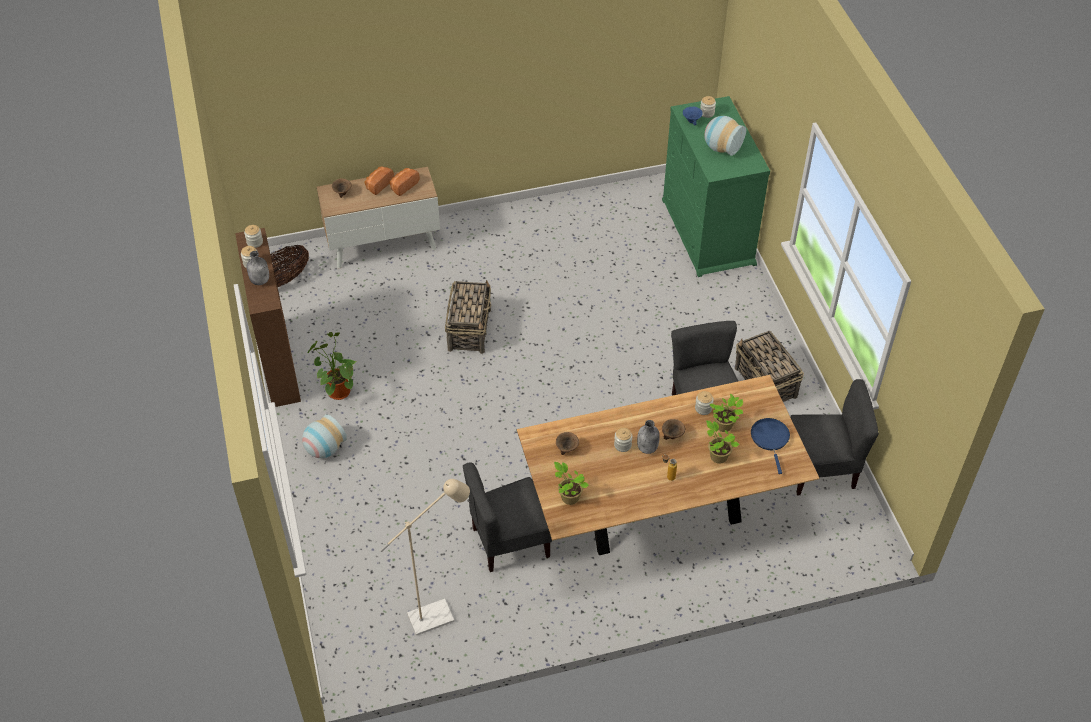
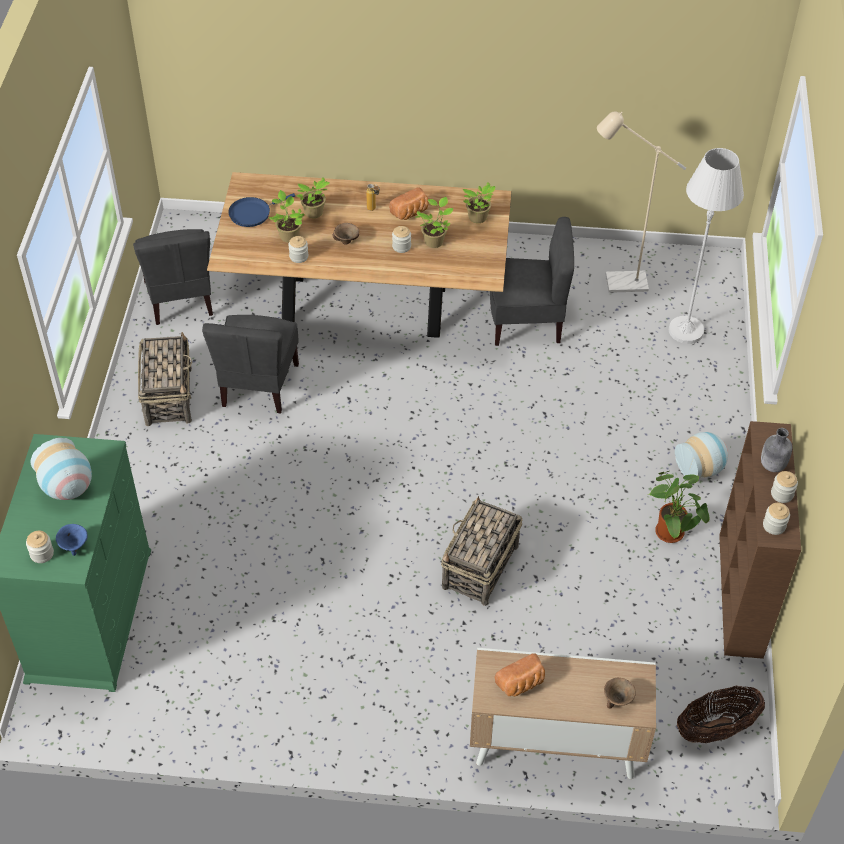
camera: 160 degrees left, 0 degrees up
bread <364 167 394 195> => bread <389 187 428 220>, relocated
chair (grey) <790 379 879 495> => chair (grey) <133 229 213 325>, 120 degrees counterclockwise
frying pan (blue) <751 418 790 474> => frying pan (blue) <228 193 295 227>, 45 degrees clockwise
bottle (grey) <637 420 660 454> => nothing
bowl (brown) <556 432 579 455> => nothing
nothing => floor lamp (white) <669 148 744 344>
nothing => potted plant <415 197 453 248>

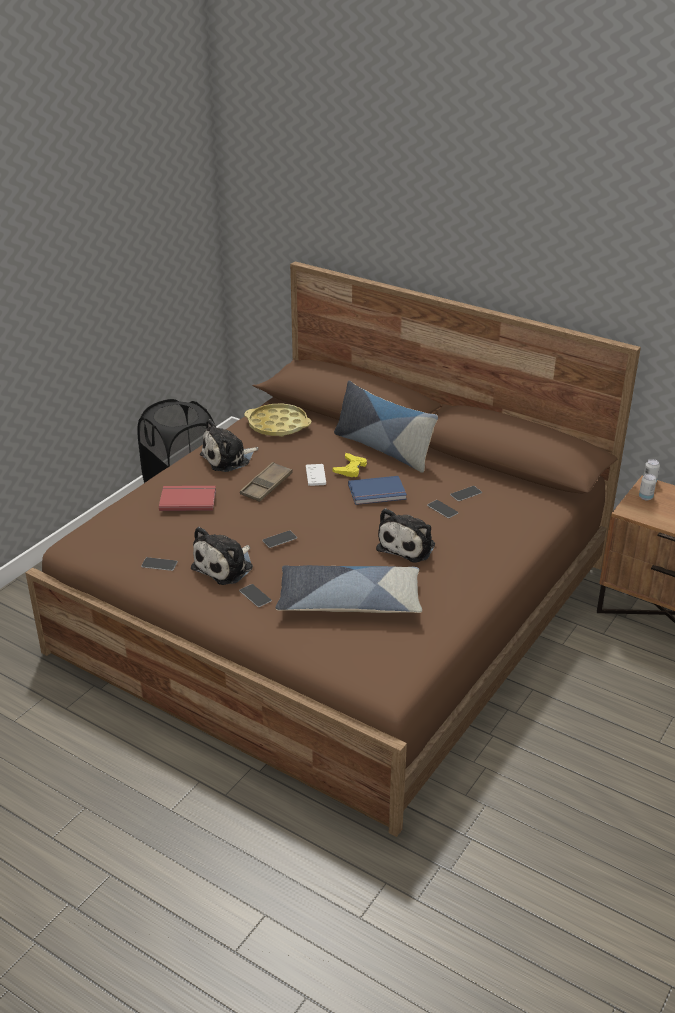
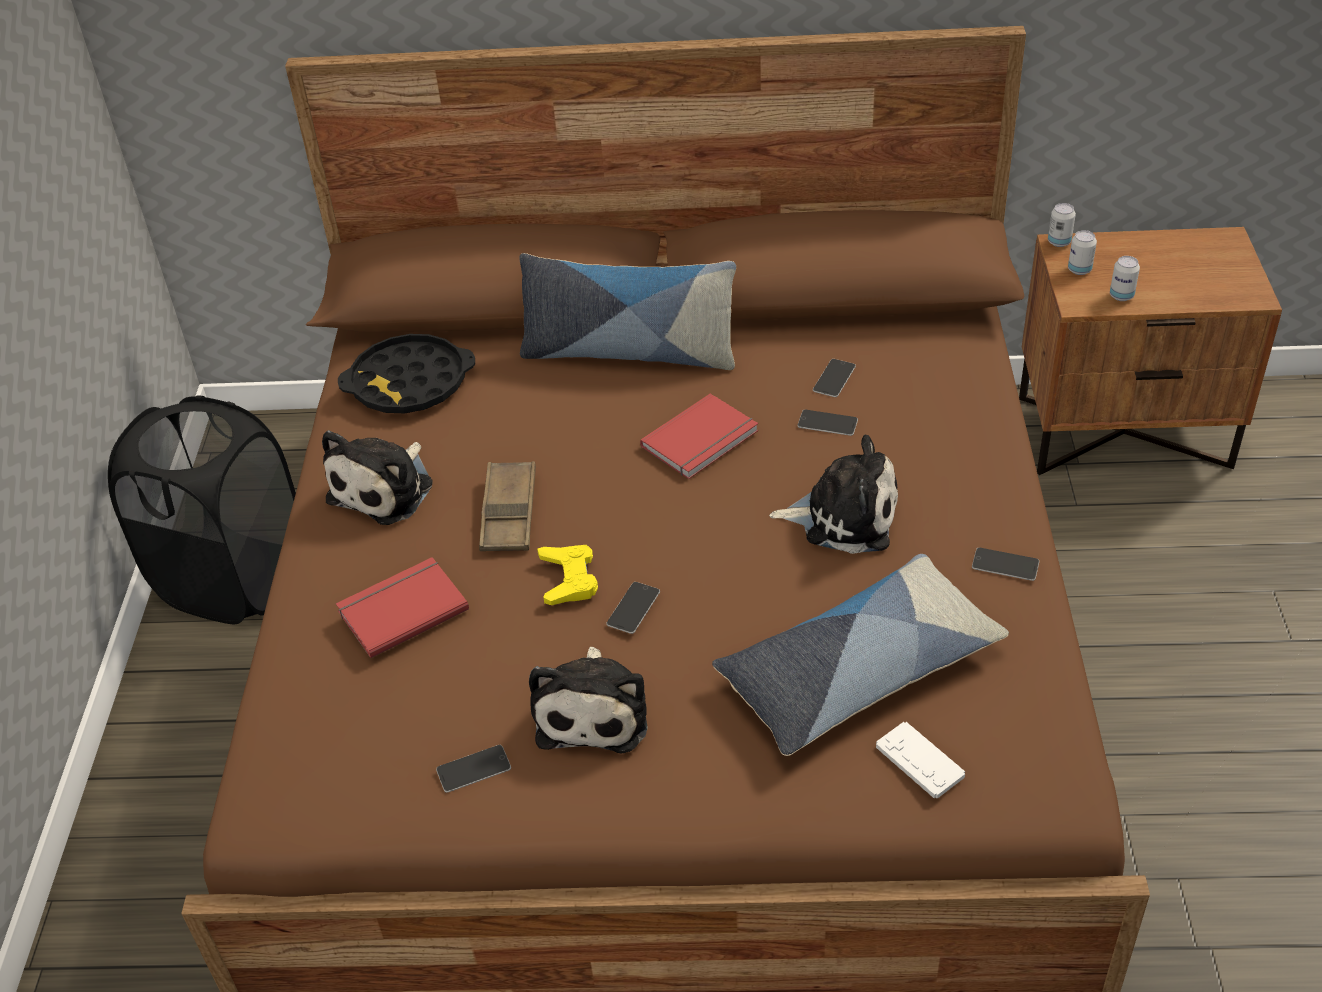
camera: 30 degrees left, 10 degrees up
tray (yellow) <244 404 312 437> => tray (black) <338 334 475 413>
game controller (yellow) <333 453 367 477> => game controller (yellow) <537 545 598 605>, relocated
game controller (white) <306 464 326 486> => game controller (white) <876 722 965 799>, relocated
book (blue) <348 476 407 505> => book (red) <640 393 758 479>
plush toy <376 508 435 563> => plush toy <769 434 898 554>, 75 degrees counterclockwise
phone <239 584 272 607> => phone <972 548 1039 581>, relocated
nothing => can <1110 256 1140 301>

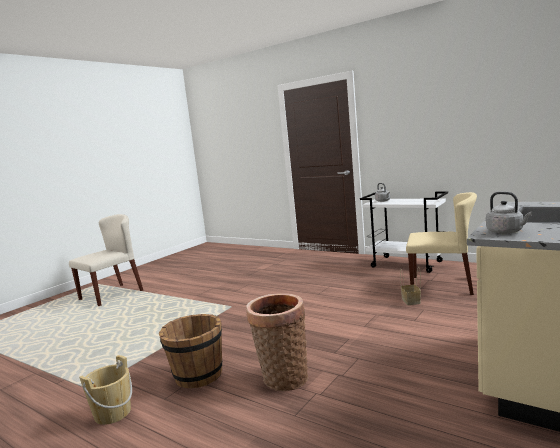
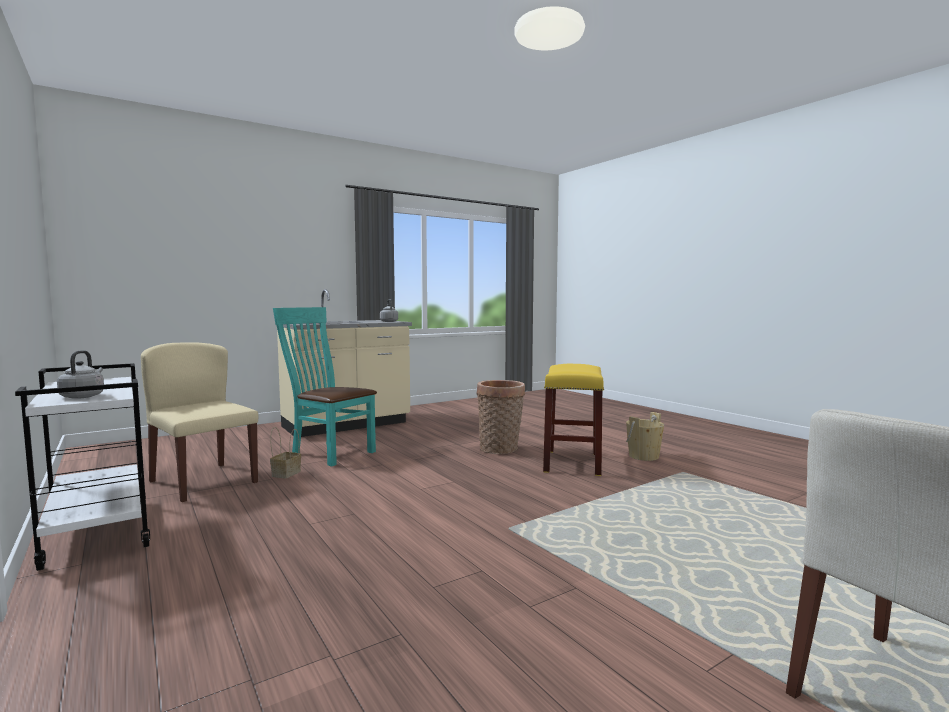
camera: 160 degrees left, 5 degrees down
bucket (brown) <159 314 222 388> => stool (yellow) <543 364 604 476>
nothing => chair (turquoise) <273 307 377 466>

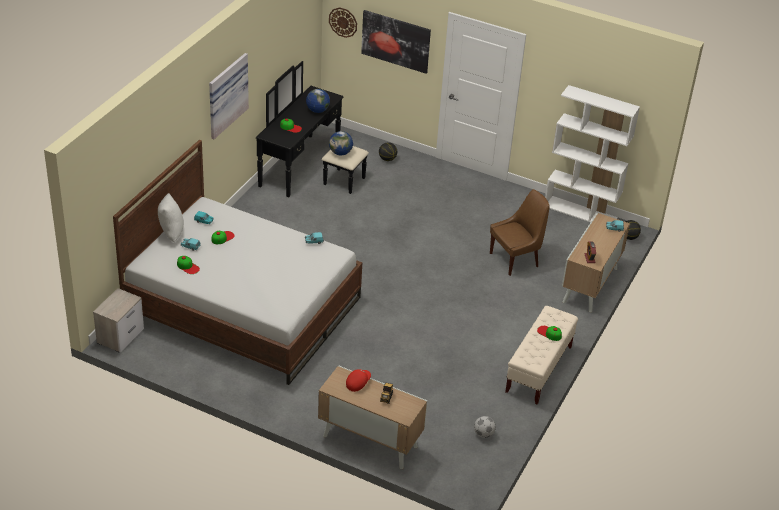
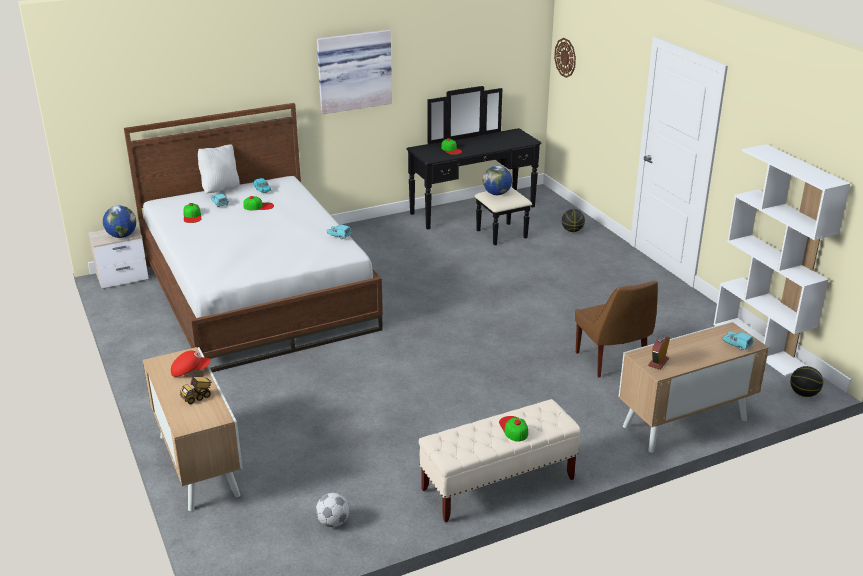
camera: 40 degrees right, 10 degrees down
picture <361 10 431 74> => nothing
globe <306 89 330 113> => globe <103 206 136 238>, relocated
chair (brown) <490 189 550 276> => chair (brown) <575 280 658 378>, 60 degrees clockwise

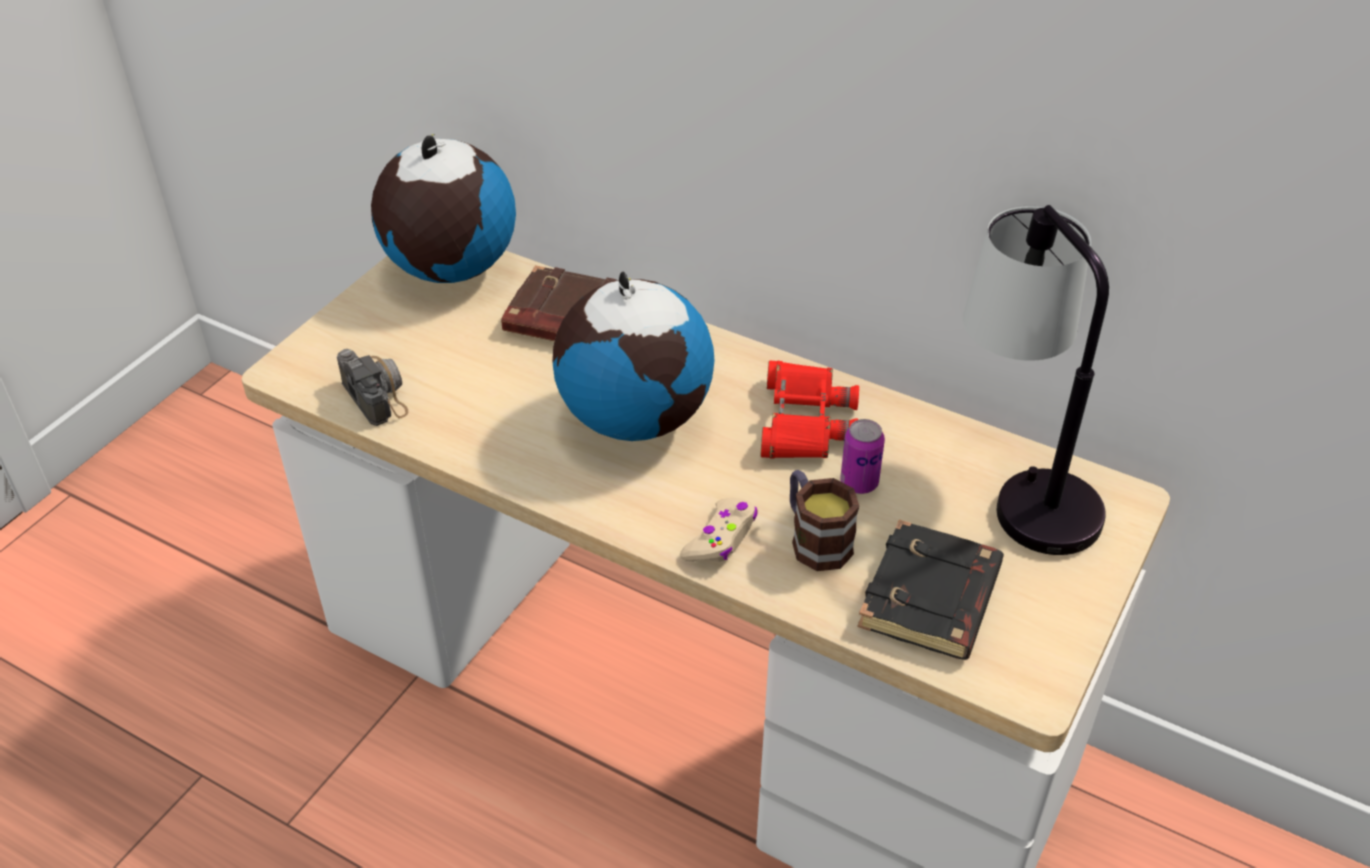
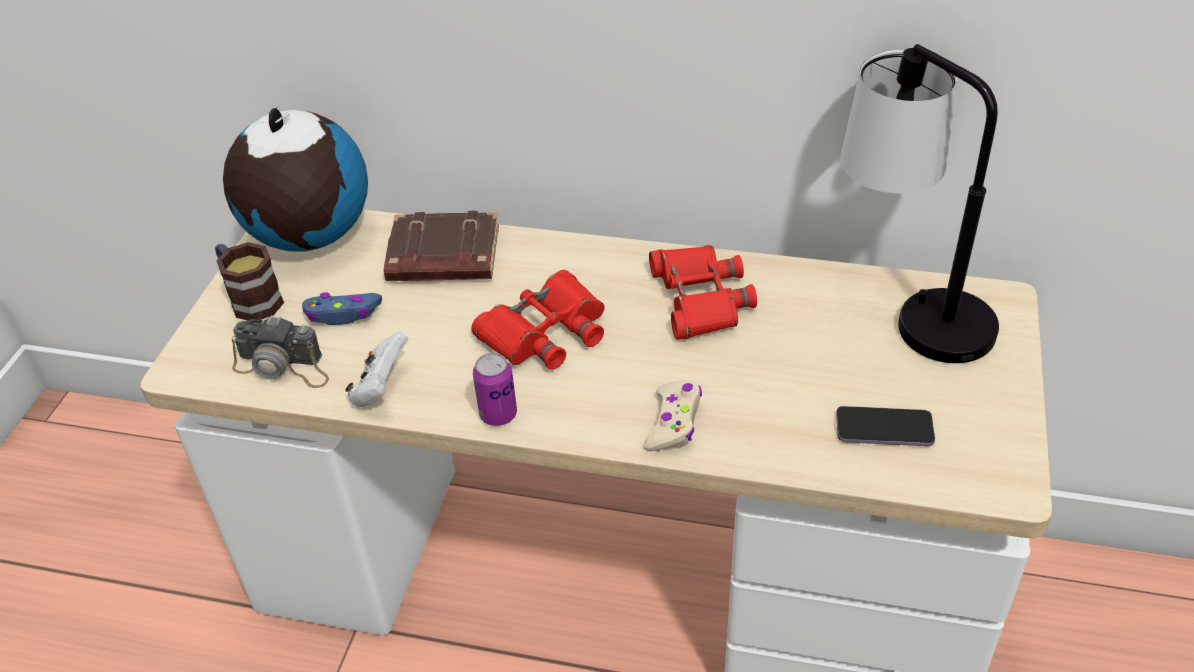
camera: 15 degrees left, 0 degrees up
globe <552 272 714 441> => binoculars (red) <471 270 605 370>
photo camera <337 349 408 426> => photo camera <232 316 329 388>, 150 degrees clockwise
can <840 419 885 494> => can <473 353 517 426>, relocated
mug <790 470 859 571> => mug <215 242 284 320>, relocated
book (black) <857 519 1004 660> => phone <836 406 935 446>
nothing => game controller (blue) <302 292 382 325>
nothing => game controller (white) <346 332 409 407>

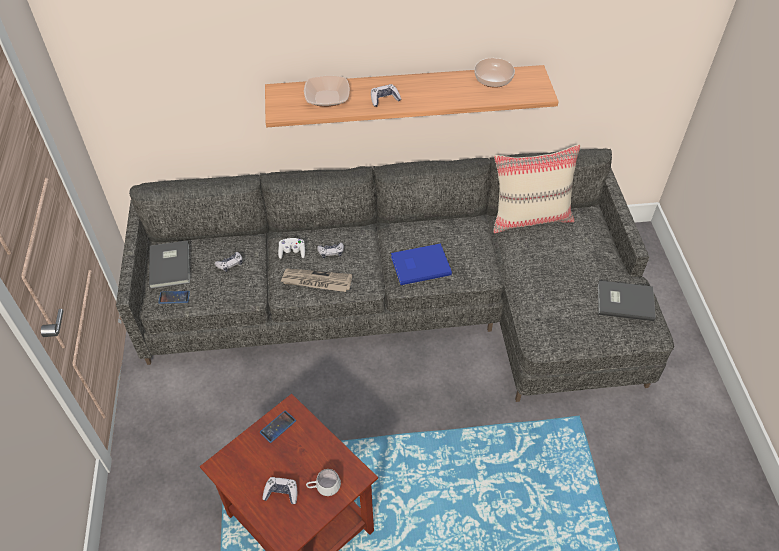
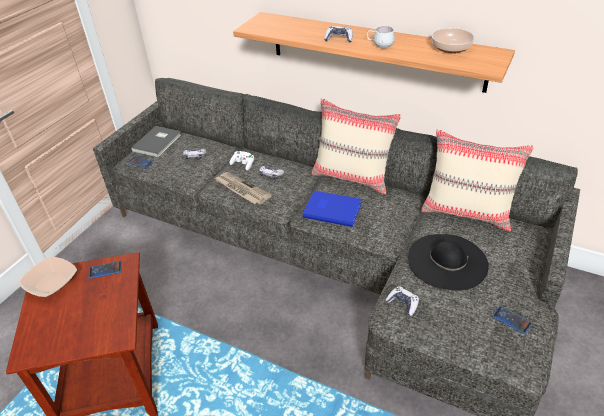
camera: 35 degrees right, 10 degrees down
bowl <304 76 350 107> => bowl <19 257 77 297>, relocated
book (grey) <598 280 656 321> => phone <492 306 532 334>
mug (white) <306 469 341 496> => mug (white) <367 26 395 48>, relocated
game controller <262 477 297 504> => game controller <385 286 419 316>, relocated
nothing => pillow (beige) <311 98 401 195>
nothing => hat (black) <408 234 489 291>

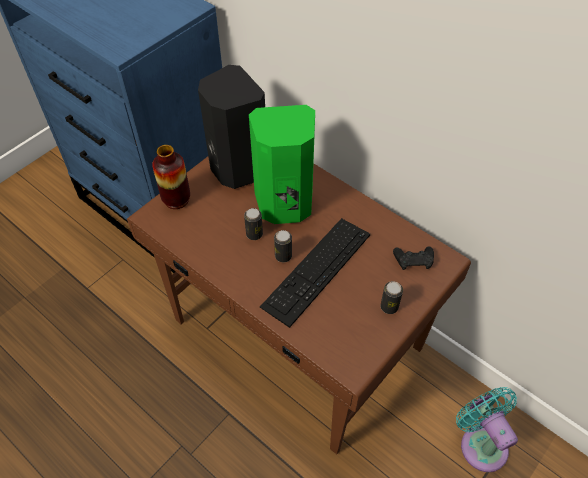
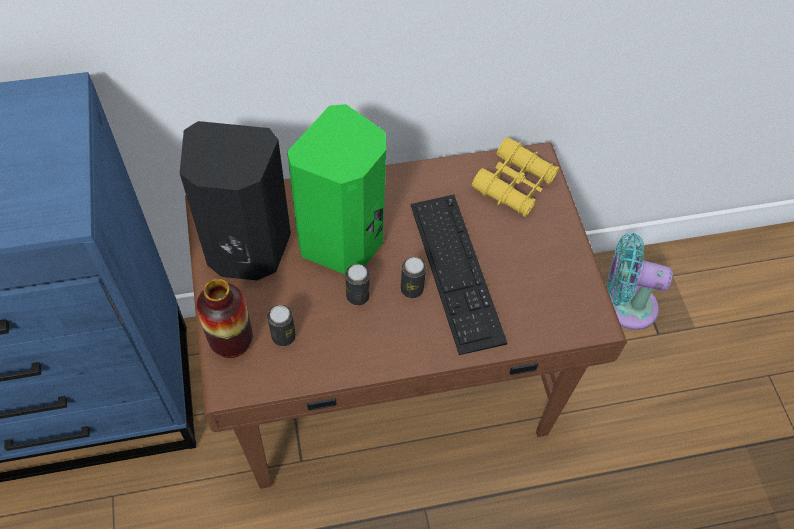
camera: 55 degrees left, 5 degrees up
game controller (black) <393 247 434 270> => binoculars (yellow) <472 137 559 217>
can <380 281 403 314> => can <267 305 296 346>, relocated

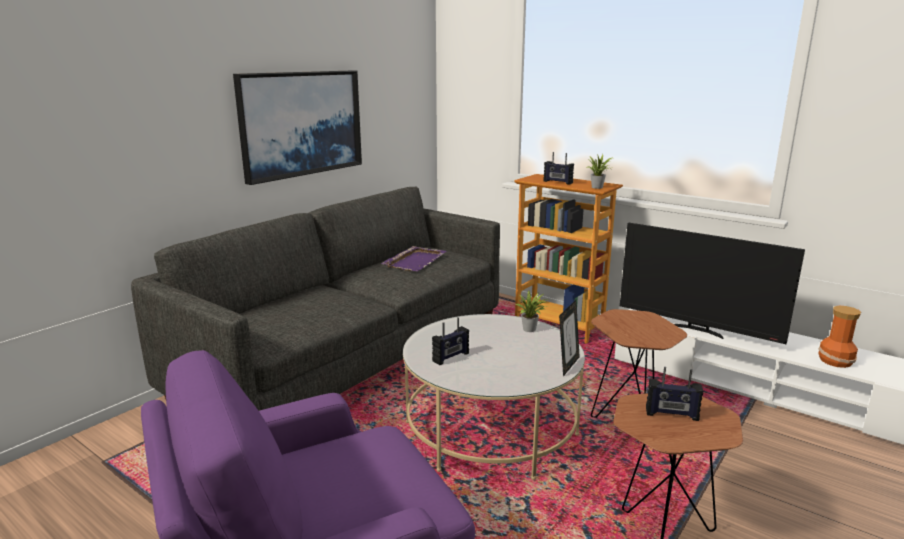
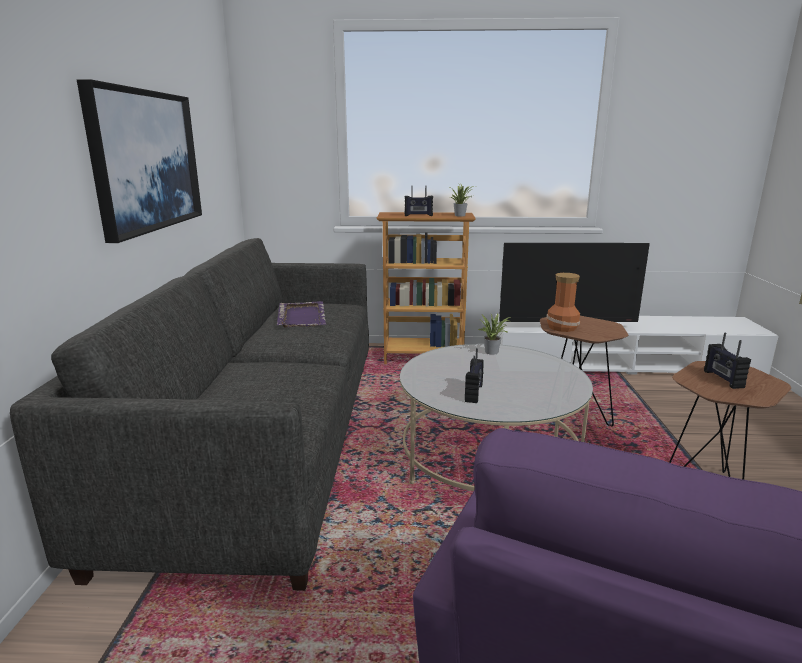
camera: 35 degrees left, 0 degrees up
picture frame <559 300 580 376> => nothing
vase <818 306 861 368> => vase <546 273 580 332>, relocated
radio <646 367 703 421> => radio <704 333 751 389>, 105 degrees clockwise

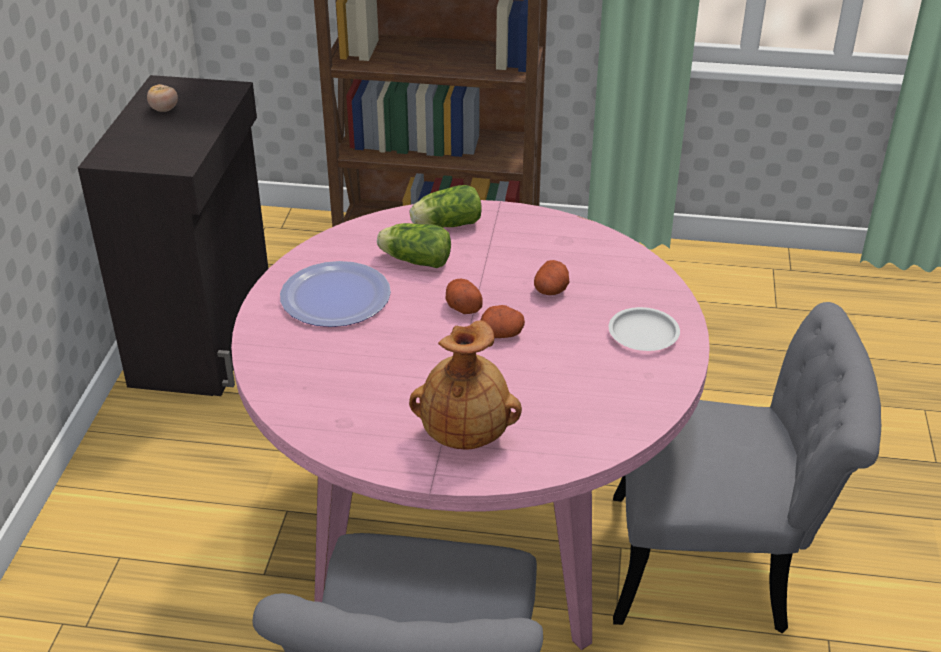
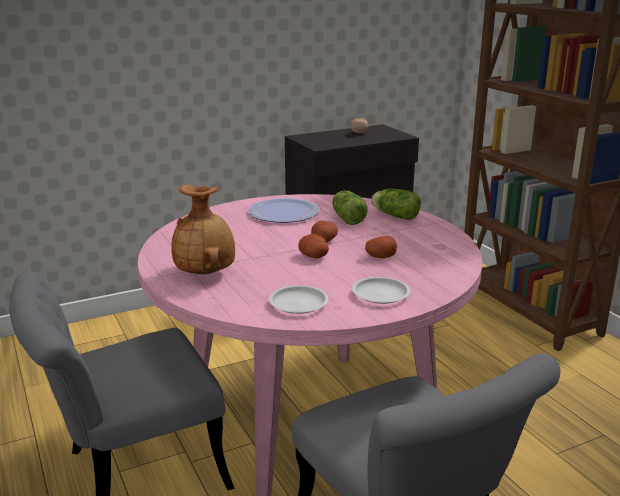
camera: 55 degrees right, 15 degrees down
nothing => plate (white) <269 285 328 314>

